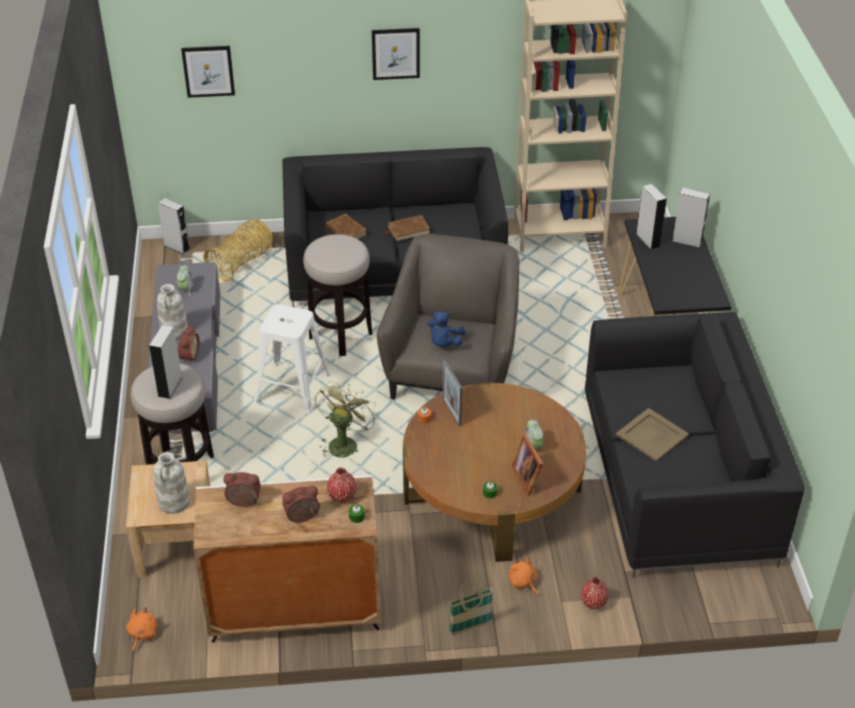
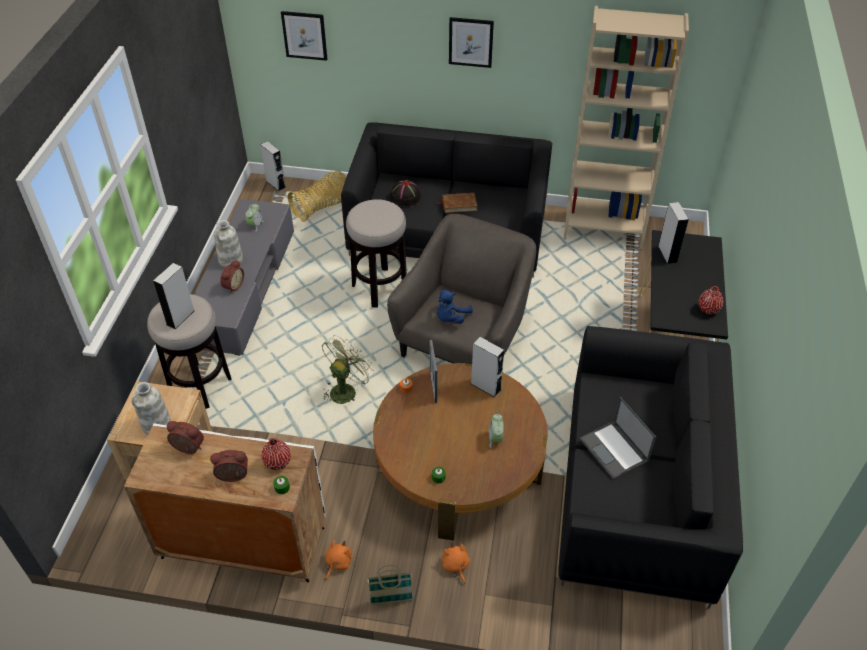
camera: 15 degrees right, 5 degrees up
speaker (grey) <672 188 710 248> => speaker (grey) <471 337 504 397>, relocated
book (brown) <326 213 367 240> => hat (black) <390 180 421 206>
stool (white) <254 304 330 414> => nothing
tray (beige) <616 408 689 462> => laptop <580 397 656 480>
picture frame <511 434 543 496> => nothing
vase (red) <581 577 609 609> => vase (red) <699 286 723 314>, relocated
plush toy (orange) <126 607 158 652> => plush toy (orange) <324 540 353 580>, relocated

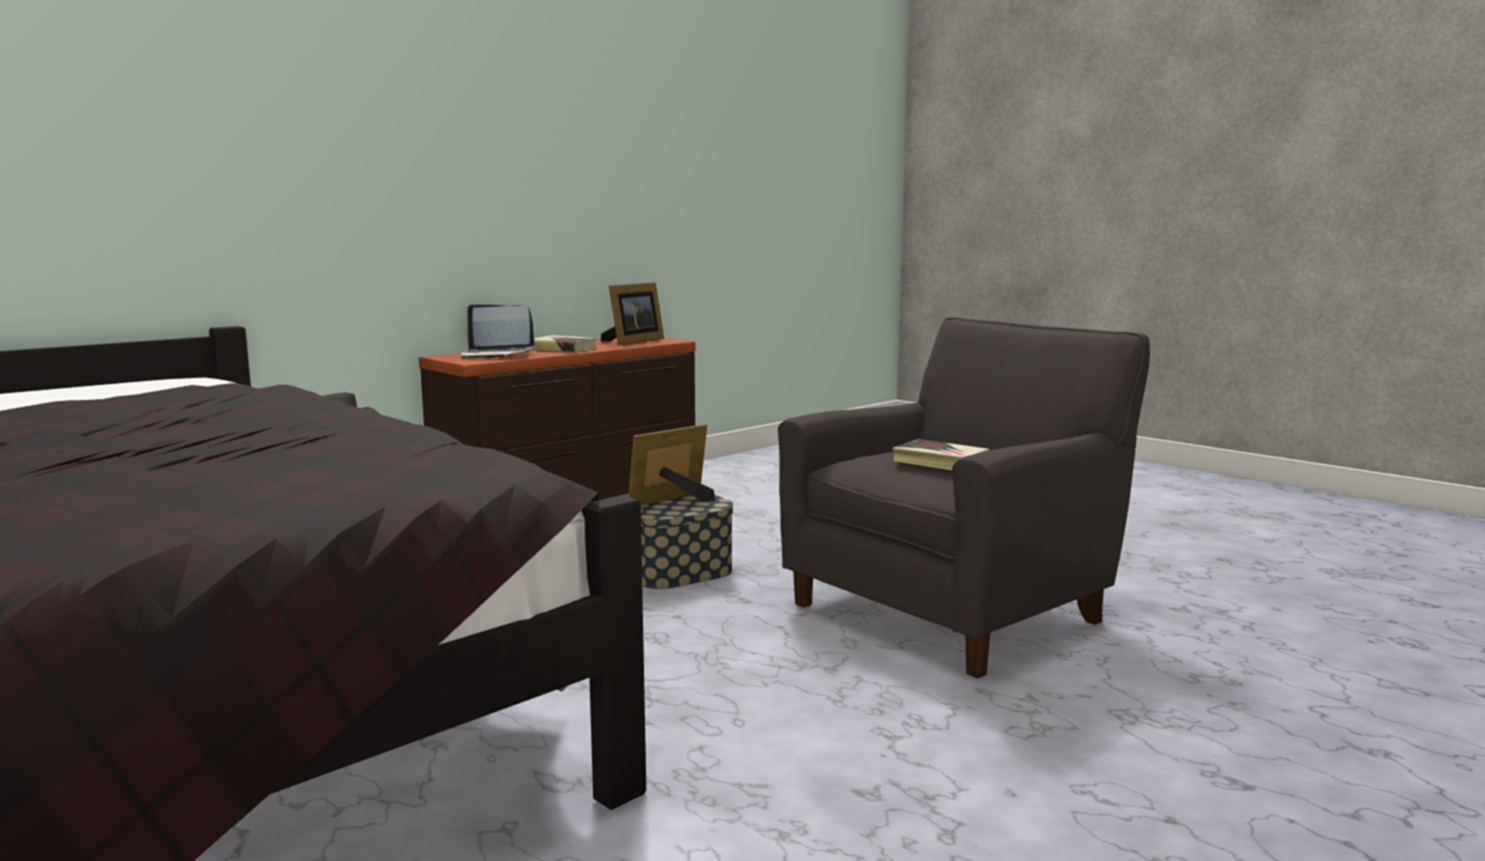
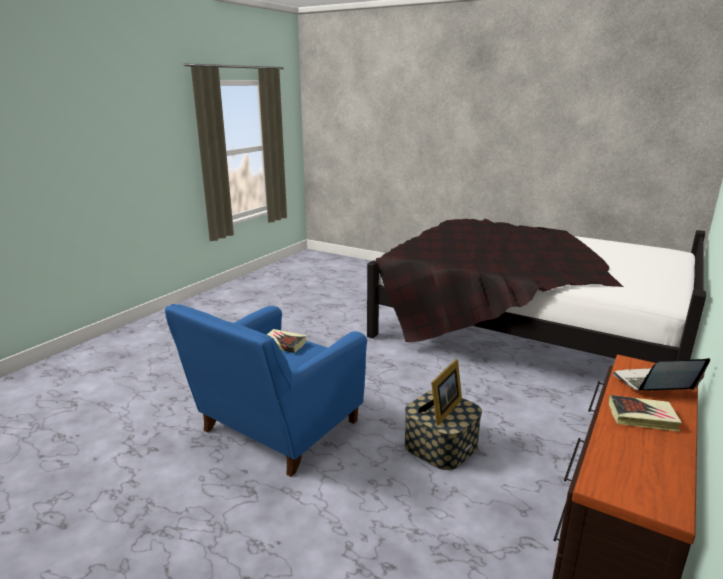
camera: 165 degrees right, 10 degrees up
picture frame <601 282 664 346> => nothing
armchair (grey) <778 317 1150 678> => armchair (blue) <165 304 367 477>

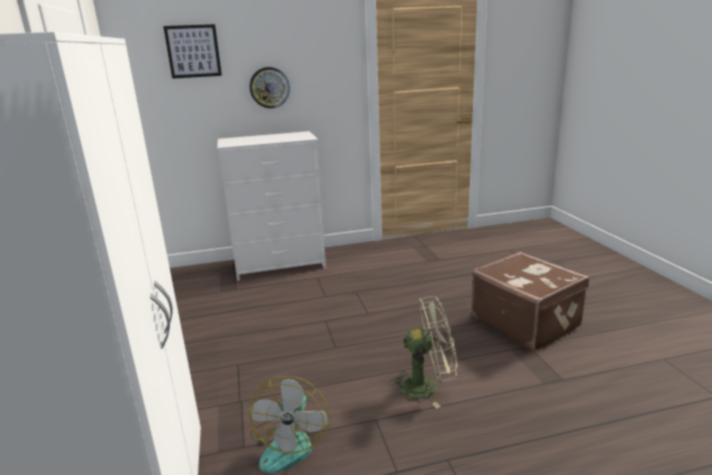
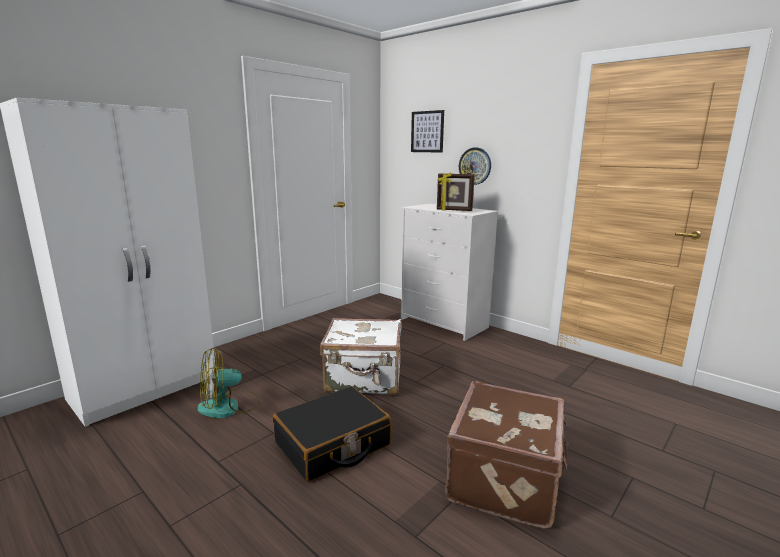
camera: 55 degrees right, 5 degrees down
fan (green) <388 296 457 408> => suitcase (black) <273 387 391 482>
nothing => picture frame <437 173 475 211>
nothing => suitcase (white) <320 318 401 395>

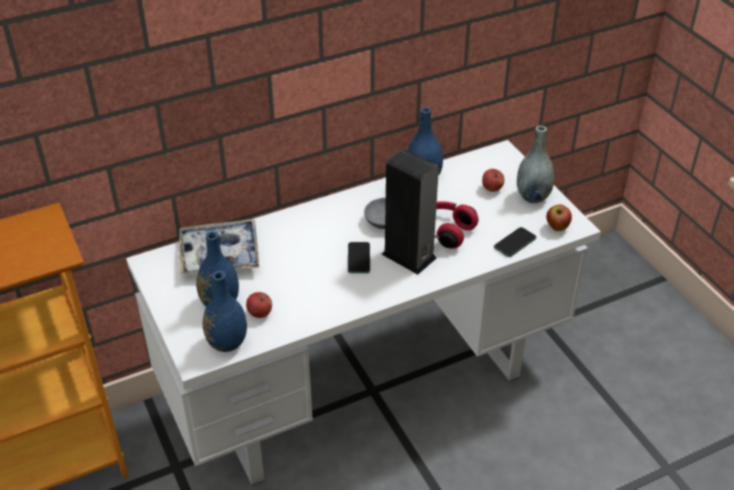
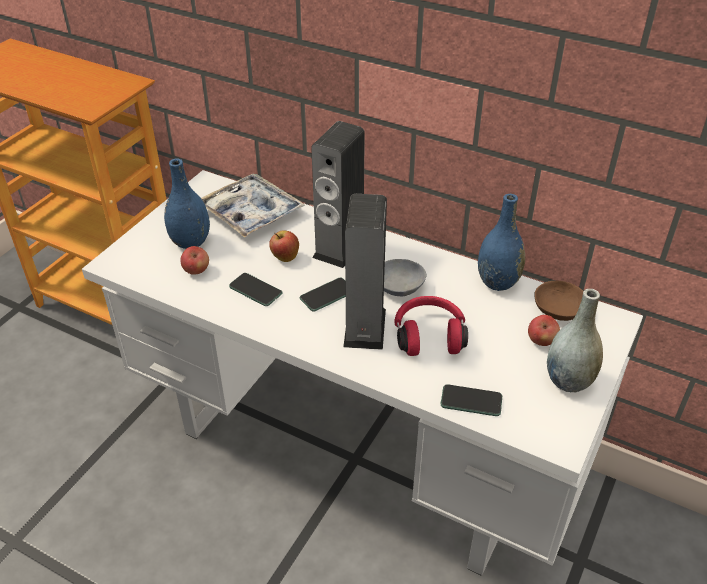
camera: 55 degrees right, 0 degrees up
apple <546 204 572 231> => apple <269 230 299 262>, relocated
vase (blue) <203 271 247 352> => nothing
nothing => speaker <311 121 365 268>
nothing => phone <229 273 282 306>
nothing => bowl (brown) <534 281 583 321>

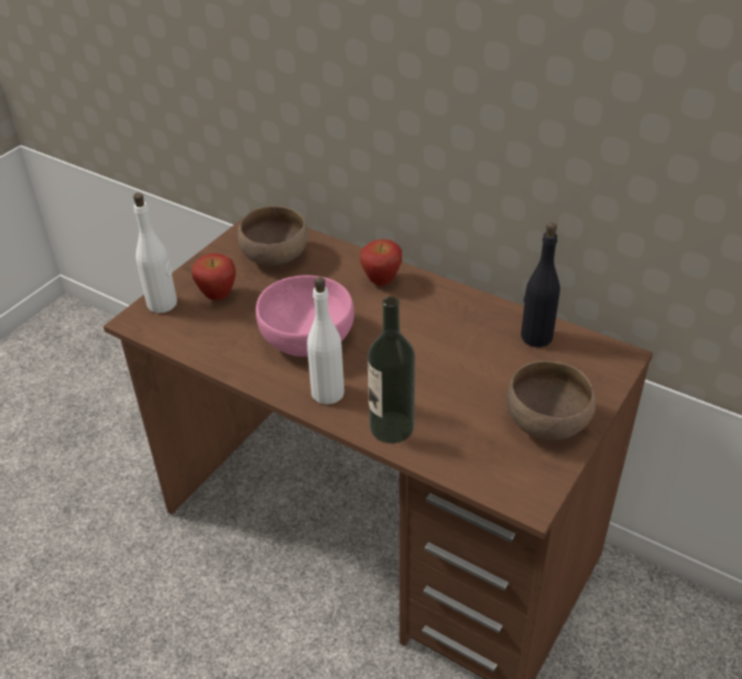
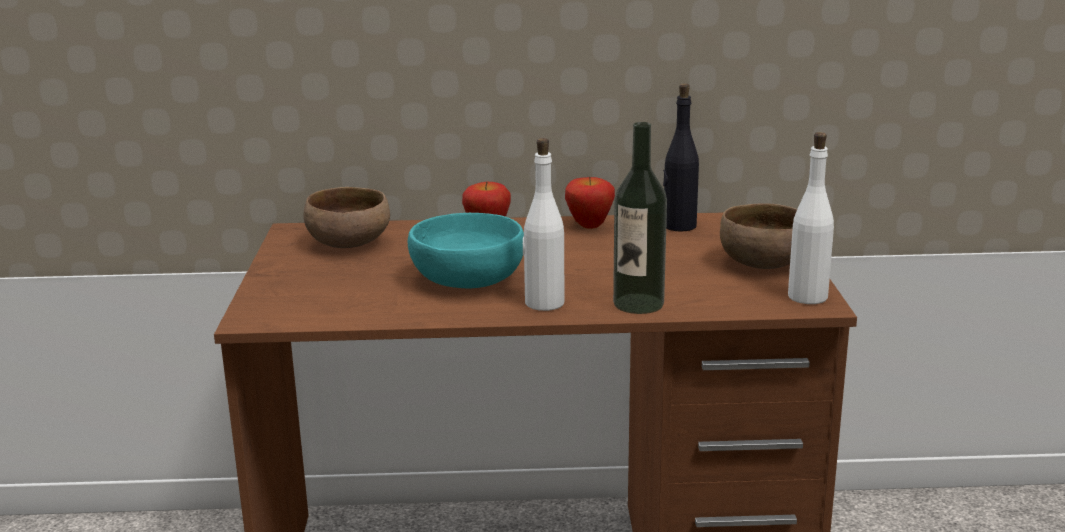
camera: 35 degrees left, 20 degrees down
bottle (white) <133 193 177 313> => bottle (white) <788 132 834 304>, relocated
apple <192 254 236 300> => apple <565 176 615 229>, relocated
bowl (pink) <256 275 354 357> => bowl (turquoise) <408 213 524 288>

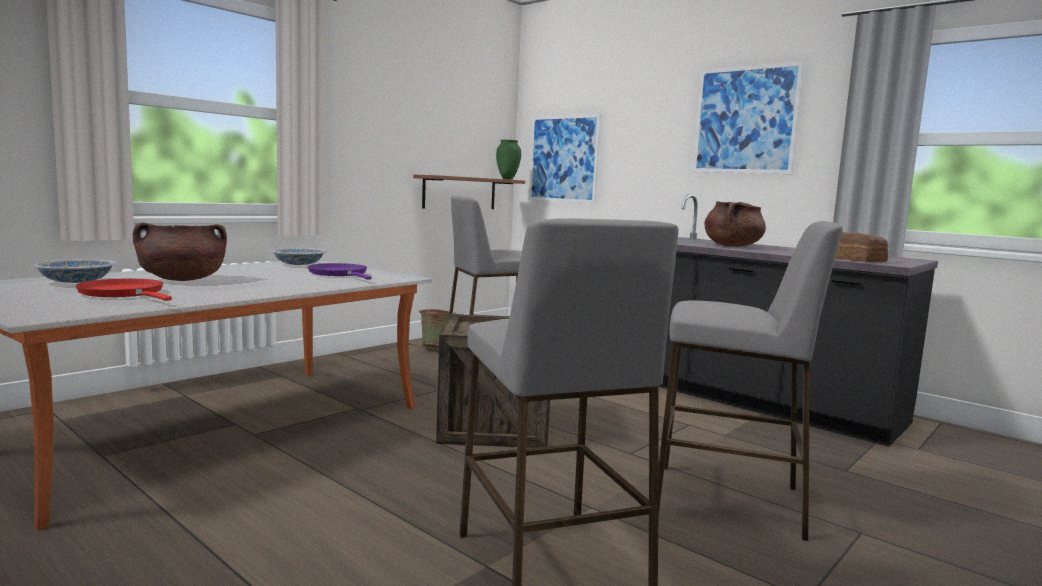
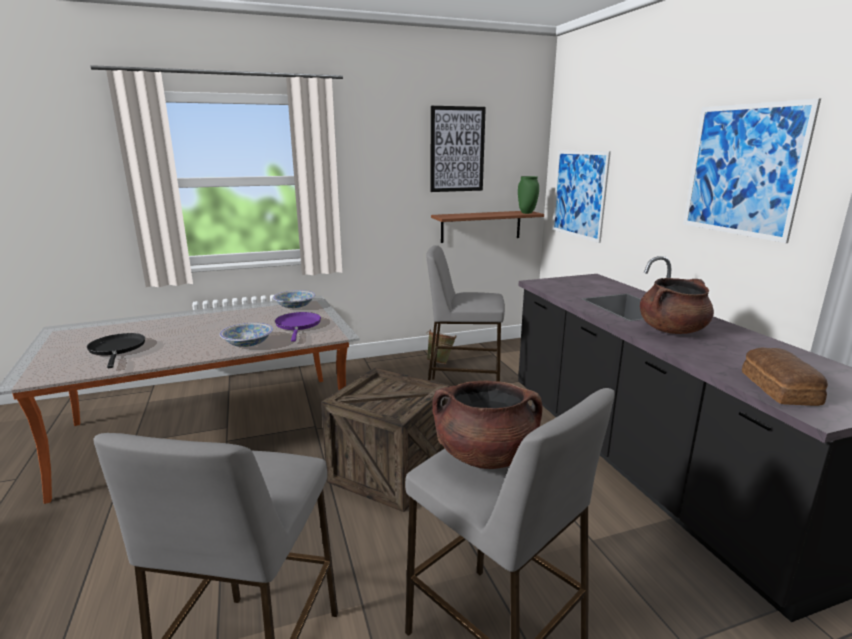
camera: 30 degrees right, 10 degrees up
cooking pot (brown) <133 222 227 281> => cooking pot (brown) <432 381 543 469>, relocated
bowl <32 259 117 283> => bowl <220 323 273 347>, relocated
frying pan (red) <76 279 172 301> => frying pan (black) <87 333 145 368>
nothing => picture <430 106 486 192>

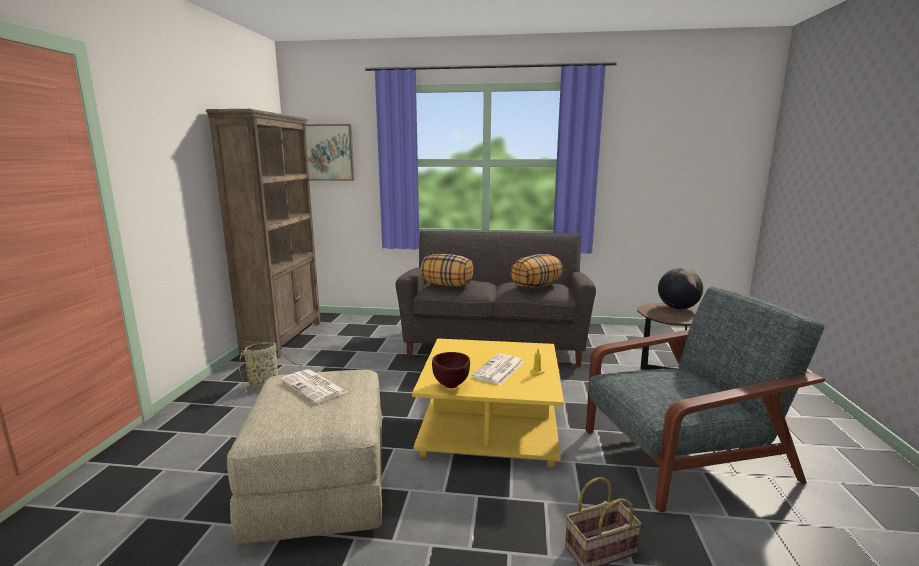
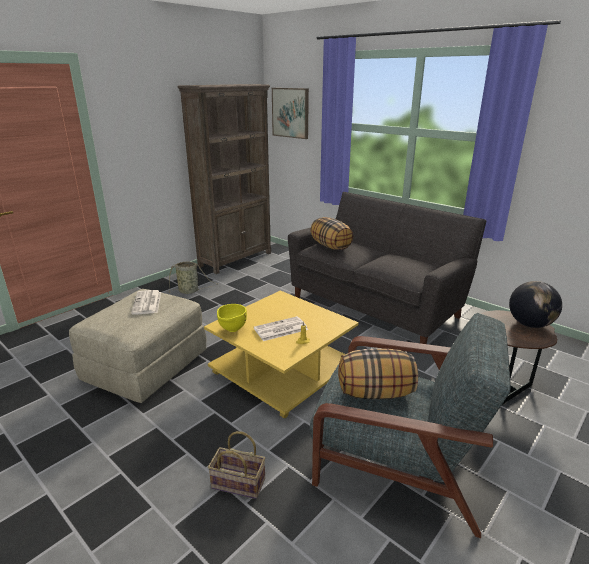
camera: 35 degrees right, 10 degrees up
pillow <511 254 563 289> => pillow <338 348 418 399>, relocated
bowl (brown) <432 352 470 388> => bowl (yellow) <217 304 247 332>

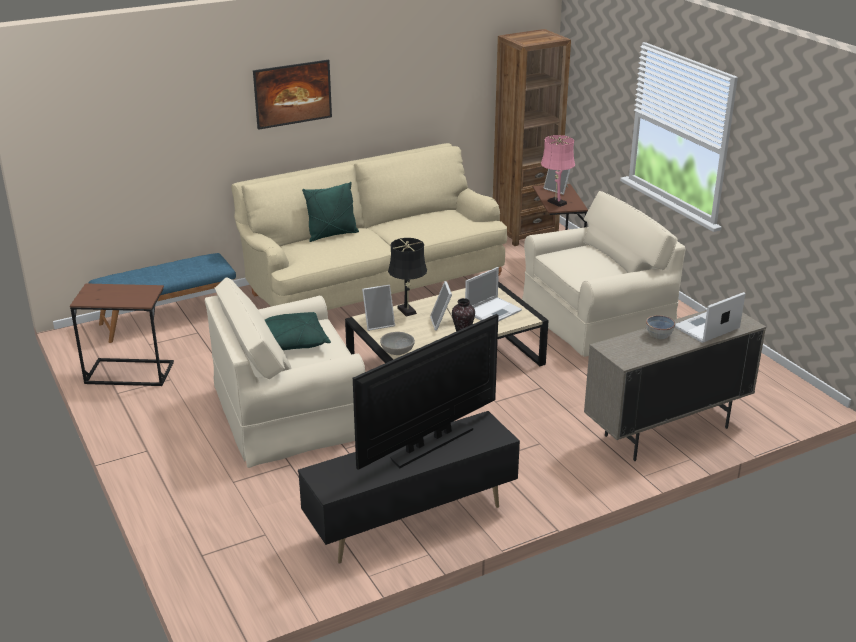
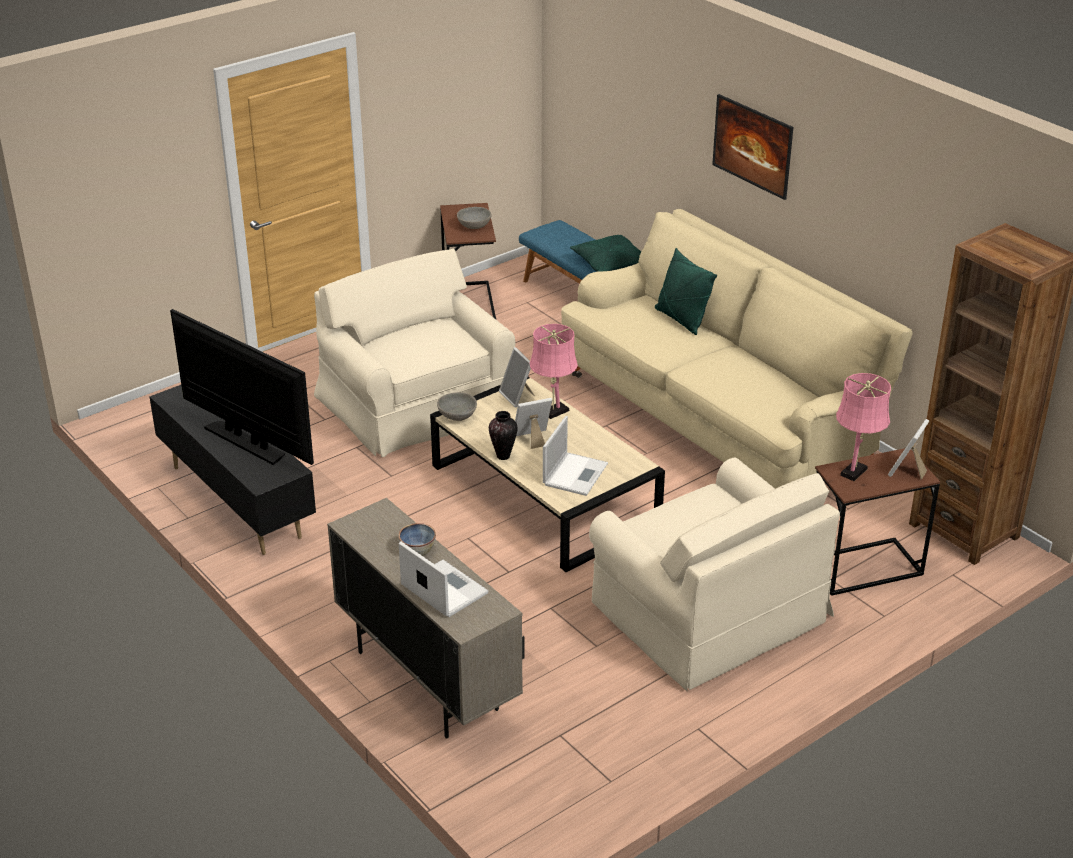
camera: 80 degrees right, 5 degrees up
table lamp (black) <388 238 427 317> => table lamp (pink) <530 324 578 419>
laptop <465 267 522 322> => laptop <543 416 608 496>, 105 degrees counterclockwise
pillow (green) <265 312 331 350> => pillow (green) <570 235 641 272>, relocated
nothing => bowl (grey) <457 207 492 229>

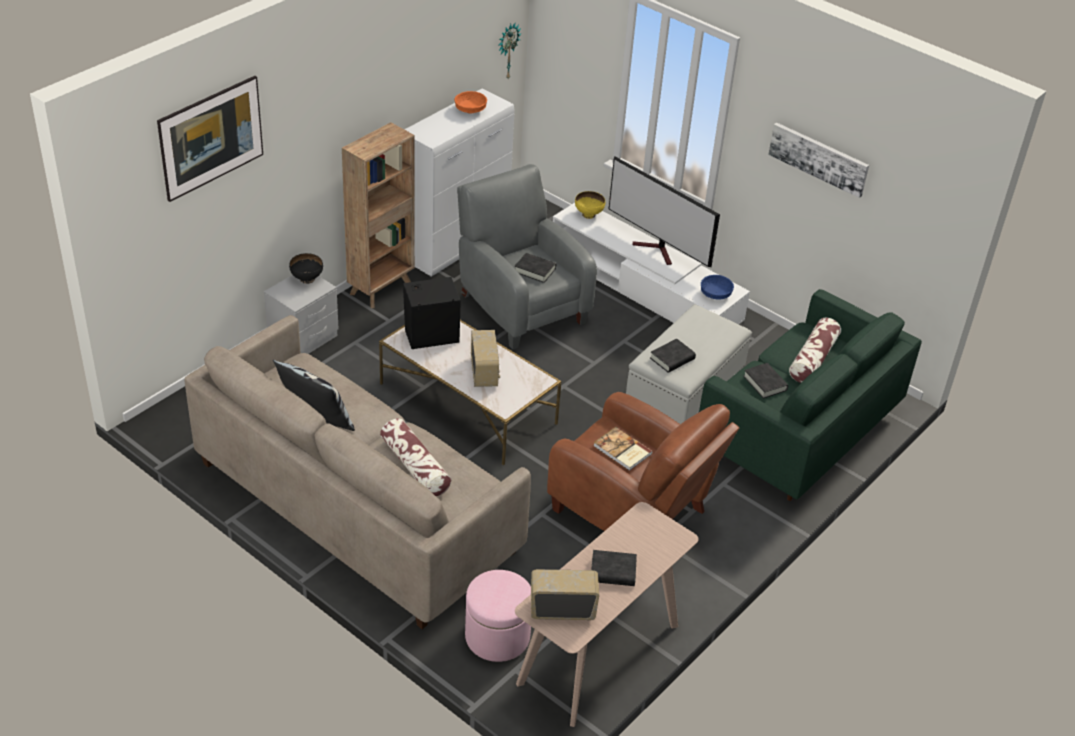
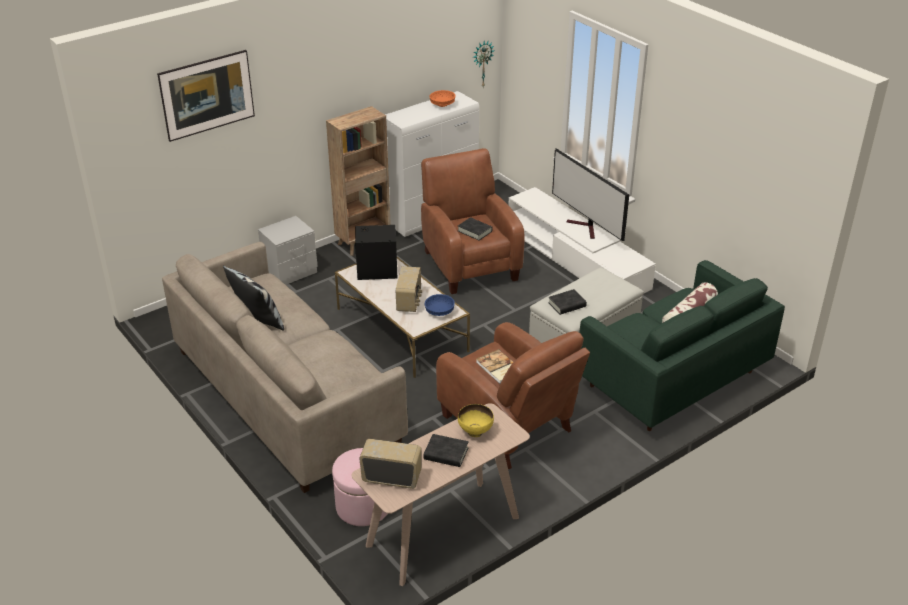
camera: 15 degrees right, 5 degrees down
picture <768 123 869 198> => nothing
armchair (grey) <457 164 597 350> => armchair (brown) <421 148 525 294>
bowl (yellow) <575 191 605 219> => bowl (yellow) <458 404 494 437>, relocated
bowl (black) <289 253 323 284> => nothing
bowl (blue) <701 275 734 299> => bowl (blue) <424 294 455 316>, relocated
book (black) <743 363 788 399> => nothing
pillow <380 418 451 496> => nothing

